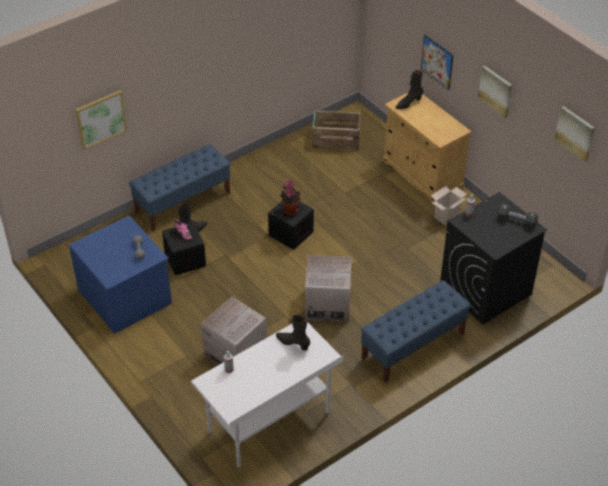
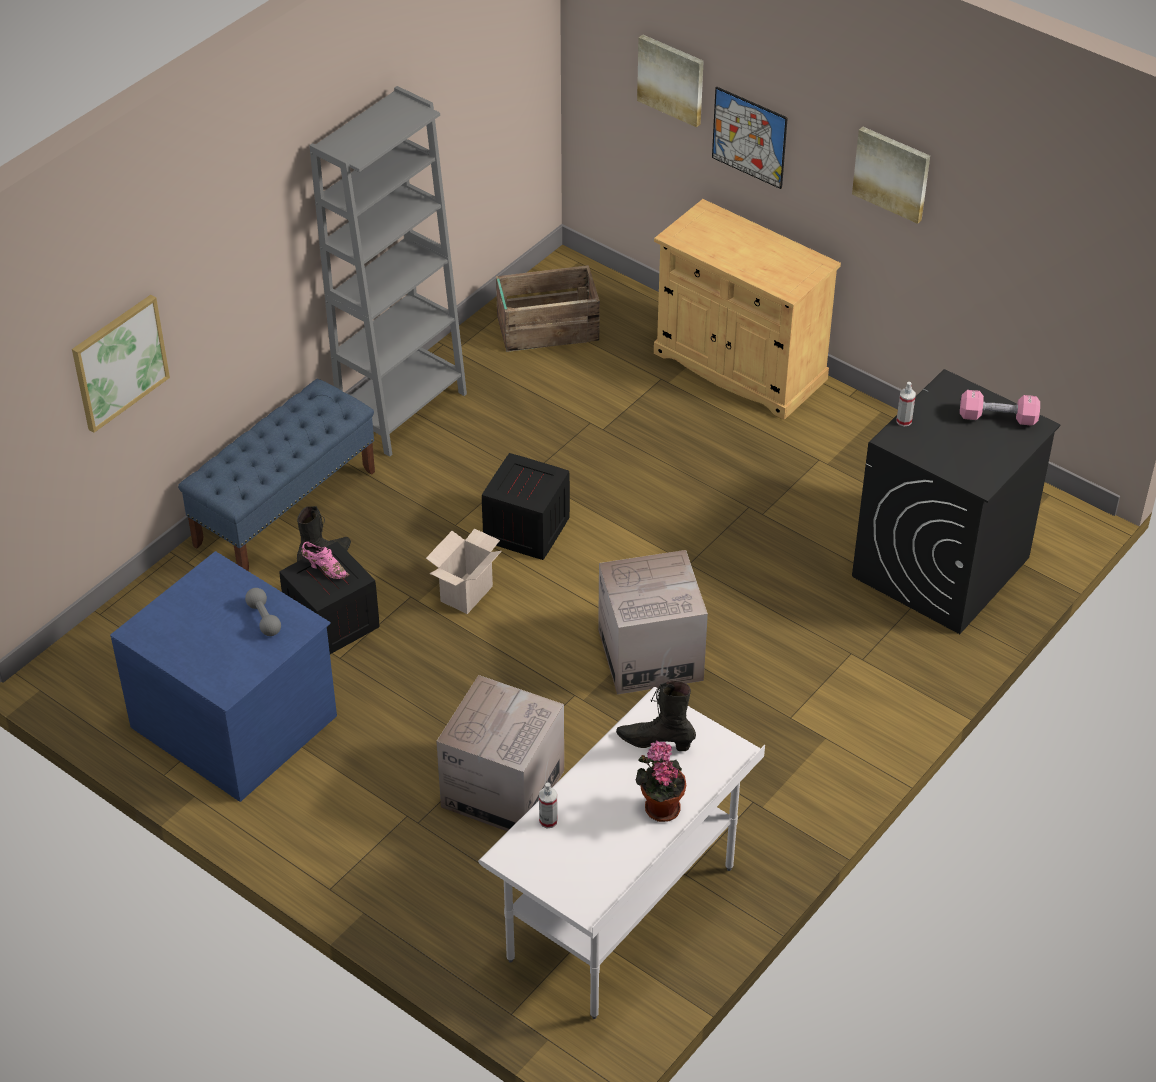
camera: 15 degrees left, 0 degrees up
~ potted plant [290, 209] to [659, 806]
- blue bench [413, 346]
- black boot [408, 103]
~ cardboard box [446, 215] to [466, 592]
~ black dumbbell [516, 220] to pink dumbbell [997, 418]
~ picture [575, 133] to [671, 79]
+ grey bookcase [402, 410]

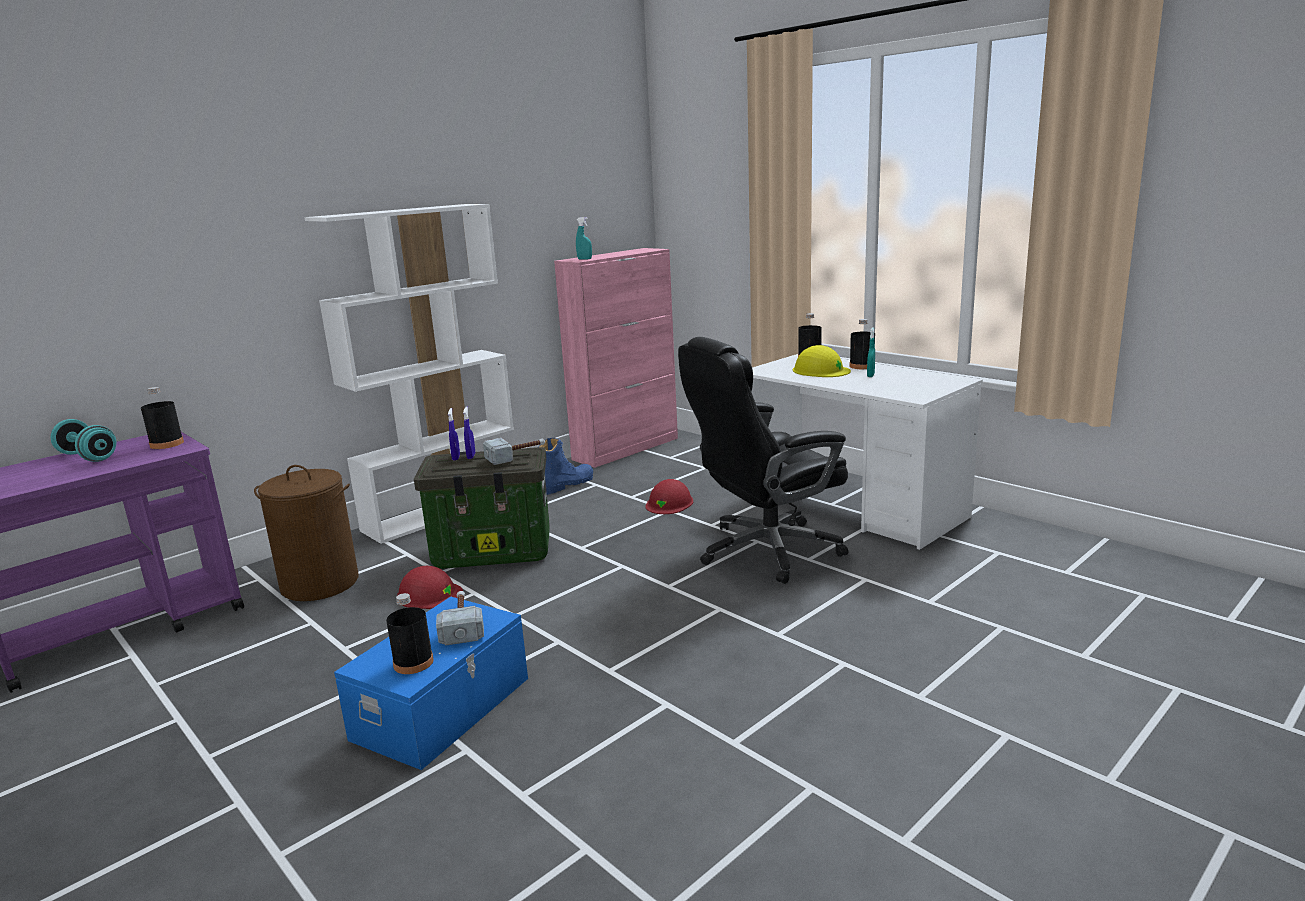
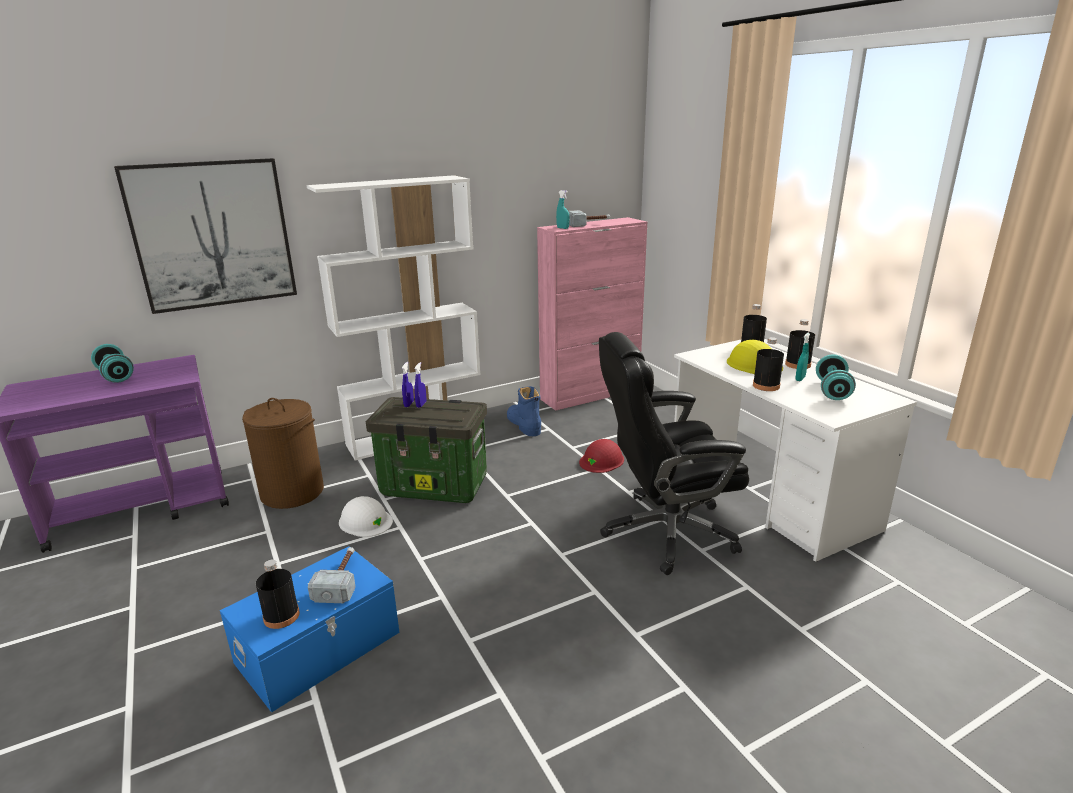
camera: 15 degrees right, 5 degrees up
~ black bottle [167, 444] to [766, 386]
~ red hard hat [429, 594] to white hard hat [365, 521]
~ hammer [516, 456] to [589, 224]
~ blue boot [566, 485] = [524, 425] 90 degrees counterclockwise
+ picture [213, 235]
+ turquoise dumbbell [832, 391]

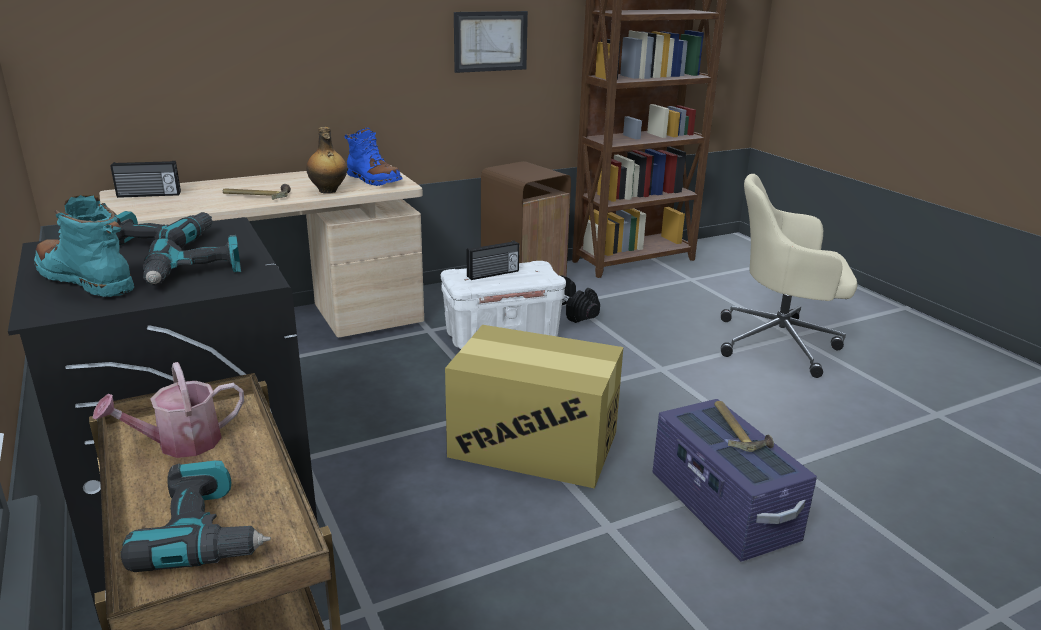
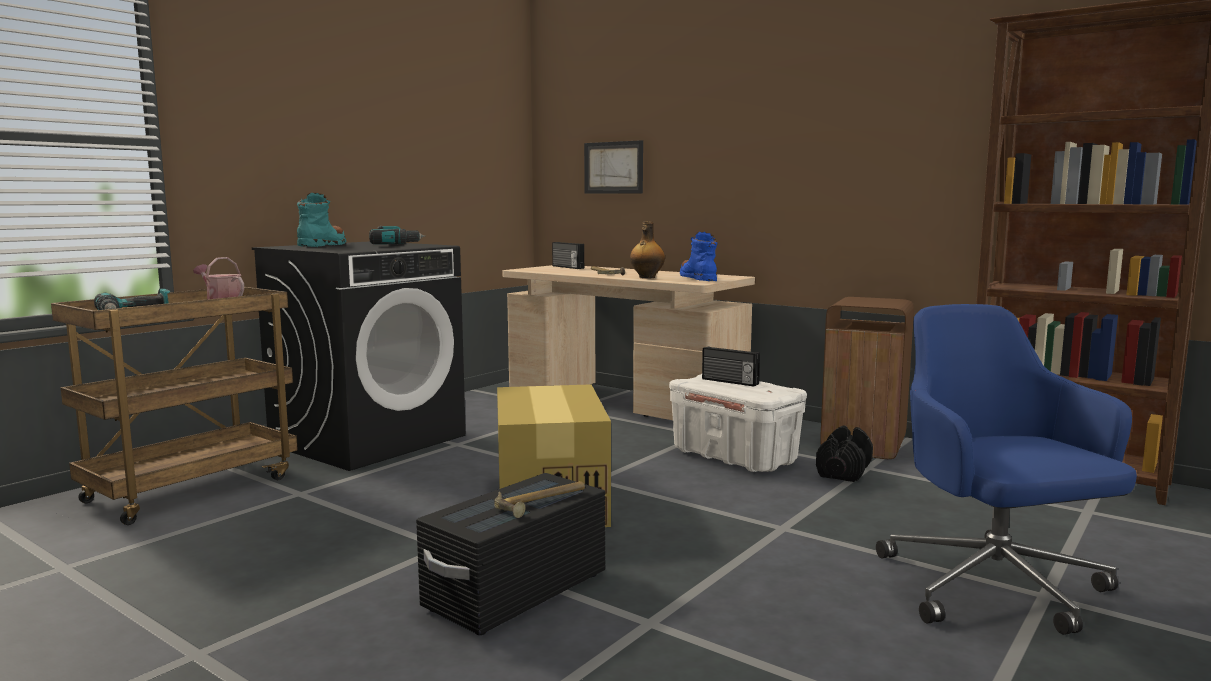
camera: 65 degrees right, 15 degrees down
- power drill [194, 275]
~ blue boot [373, 180] = [698, 279] 150 degrees clockwise
~ picture [490, 41] to [613, 167]
~ purple storage box [722, 508] to black storage box [516, 591]
~ beige office chair [780, 343] to blue office chair [994, 588]

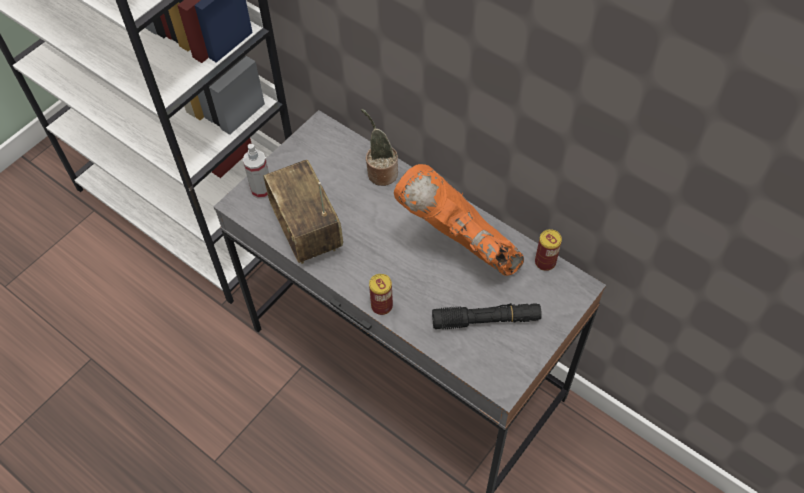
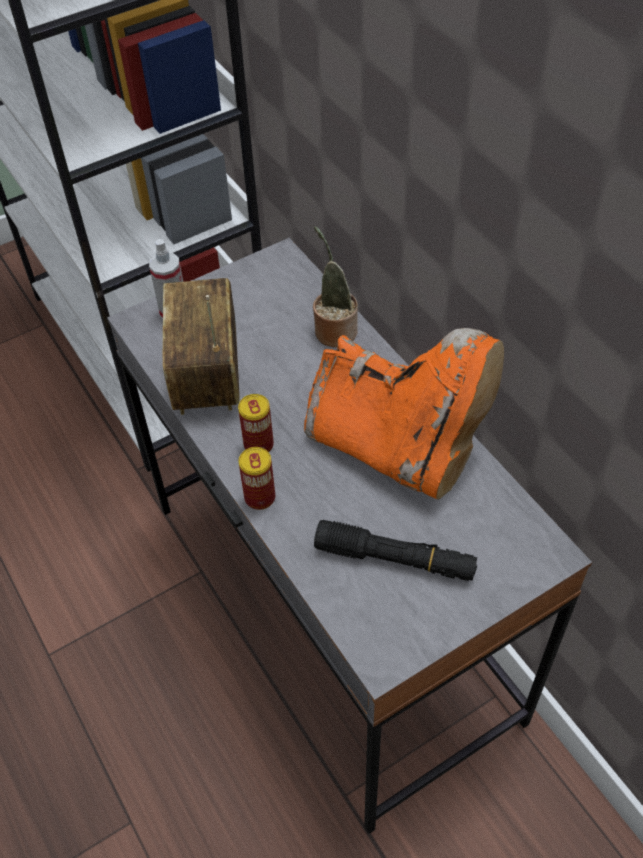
camera: 20 degrees right, 5 degrees down
~ orange boot [459, 247] = [398, 451] 150 degrees clockwise
~ can [545, 262] to [258, 445]

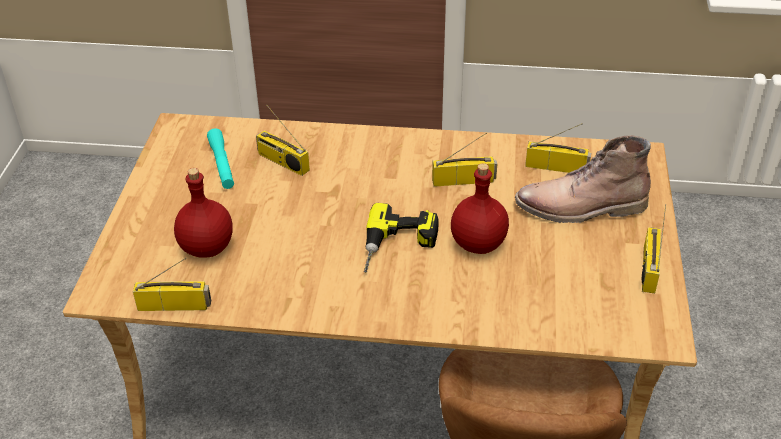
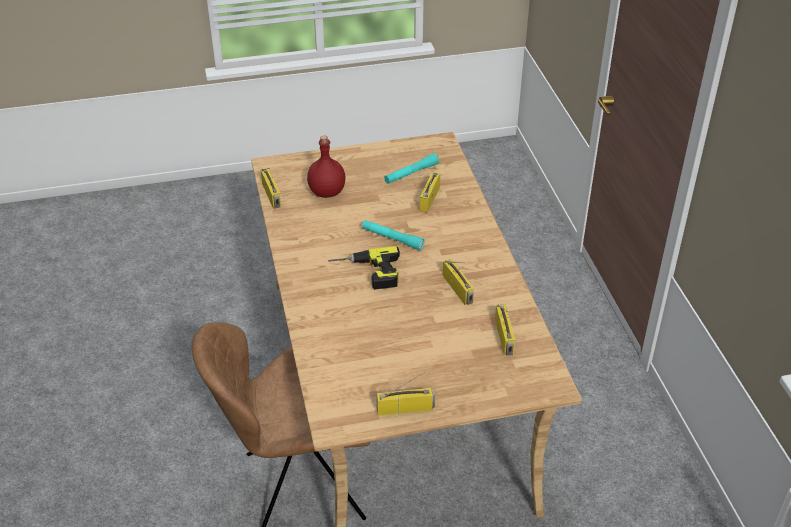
camera: 70 degrees right, 0 degrees up
- red bottle [477, 243]
- brown boot [580, 208]
+ turquoise flashlight [392, 239]

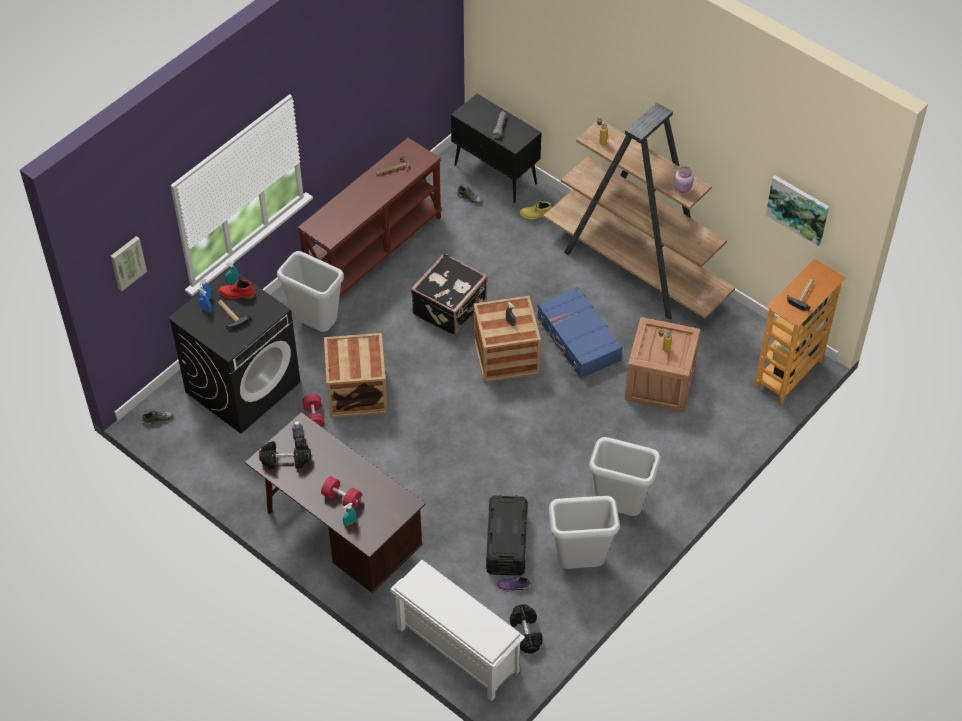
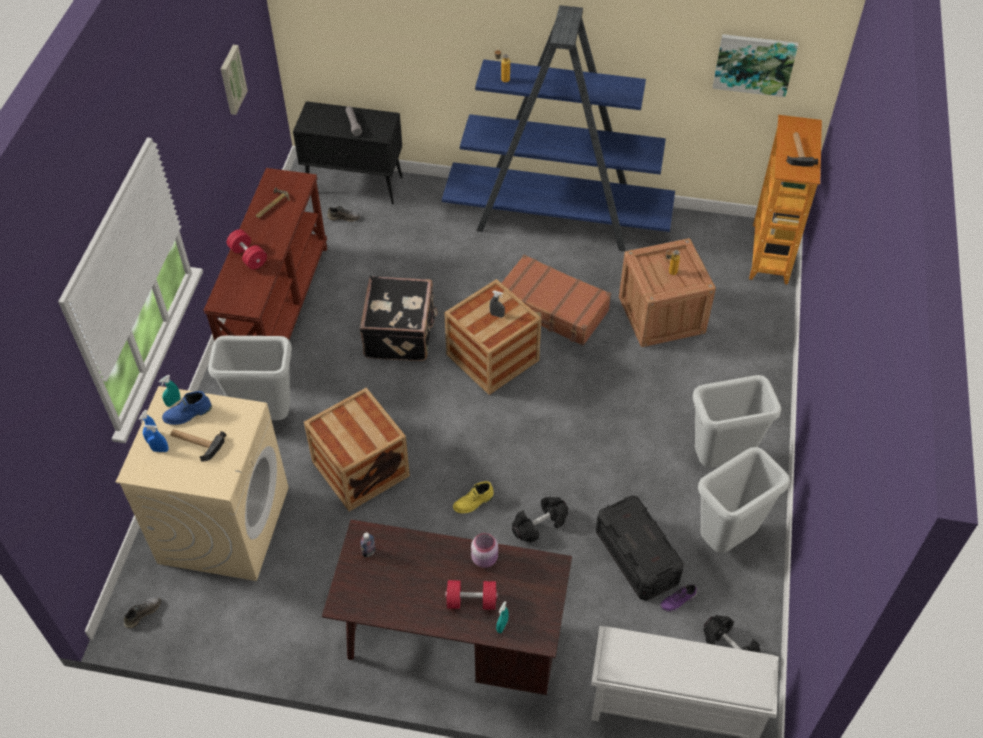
camera: 30 degrees left, 0 degrees up
~ picture [127, 262] to [231, 79]
~ black washing machine [243, 386] to beige washing machine [224, 524]
~ red boot [236, 294] to blue boot [188, 414]
~ black dumbbell [286, 460] to [539, 524]
~ red dumbbell [314, 417] to [248, 256]
~ yellow boot [535, 215] to [473, 503]
~ blue suitcase [578, 340] to brown suitcase [552, 309]
~ brown bookcase [636, 270] to blue bookcase [558, 218]
~ pink jar [683, 188] to [485, 558]

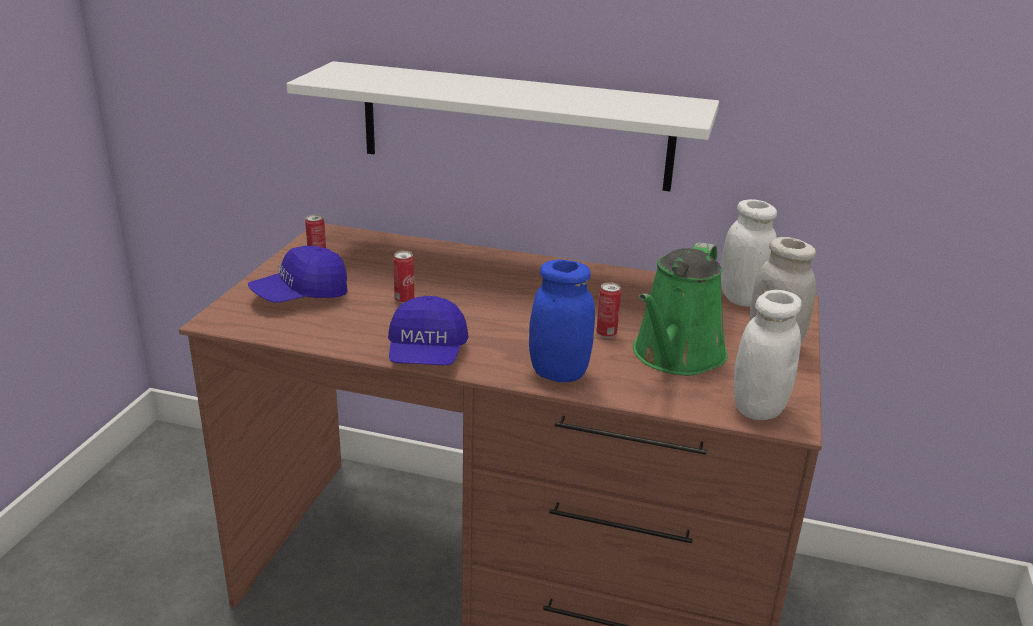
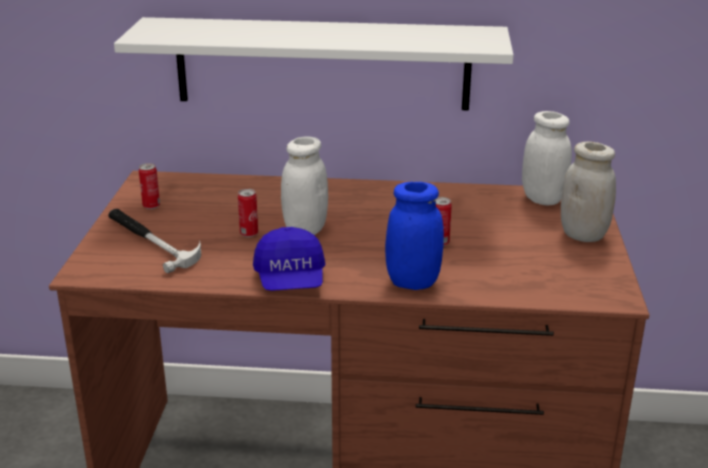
camera: 10 degrees left, 0 degrees up
~ blue cap [301, 296] to hammer [151, 241]
- green watering can [676, 356]
~ white jar [758, 408] to [305, 229]

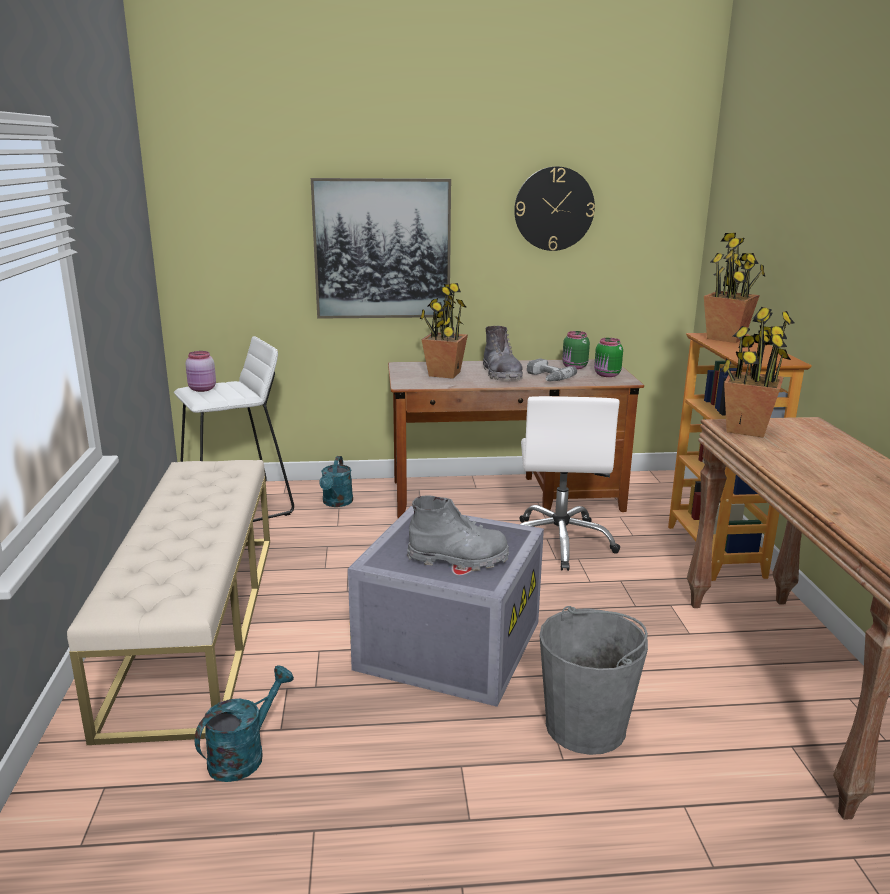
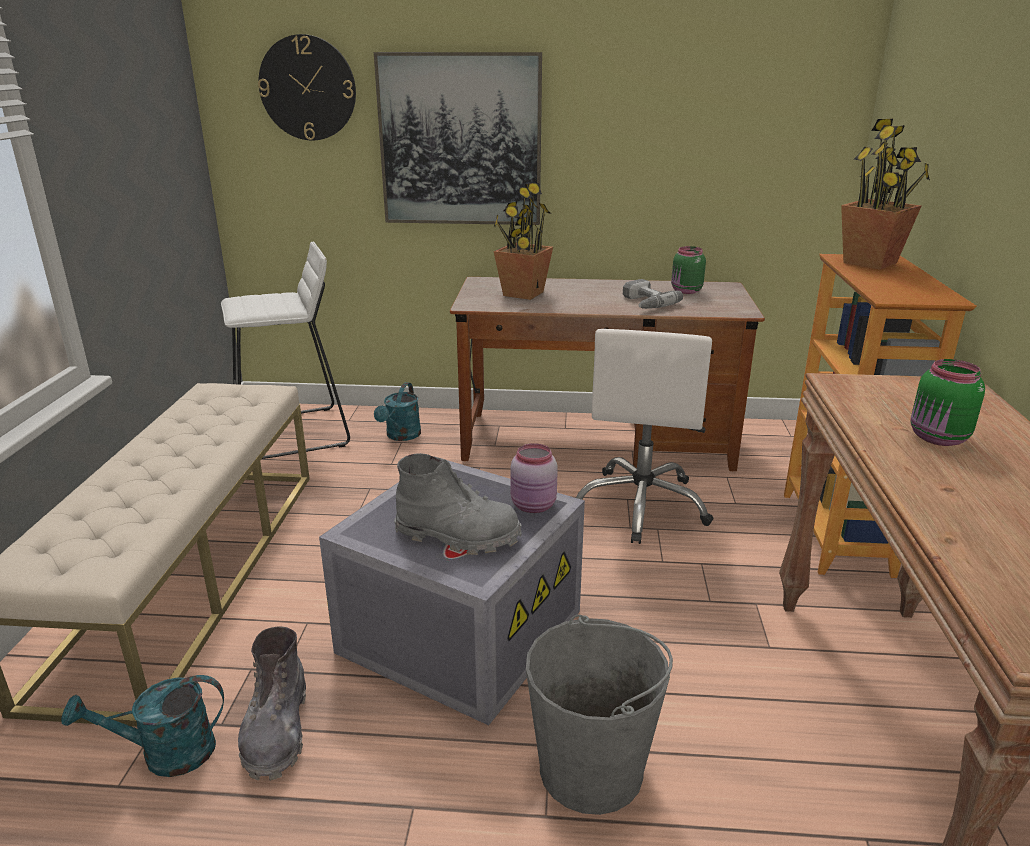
camera: 10 degrees right, 5 degrees up
~ pink jar [202, 389] to [534, 506]
~ turquoise watering can [244, 754] = [165, 754] 150 degrees counterclockwise
~ grey boot [501, 374] to [277, 730]
~ wall clock [554, 209] to [308, 88]
~ green jar [607, 375] to [938, 438]
- potted plant [746, 429]

